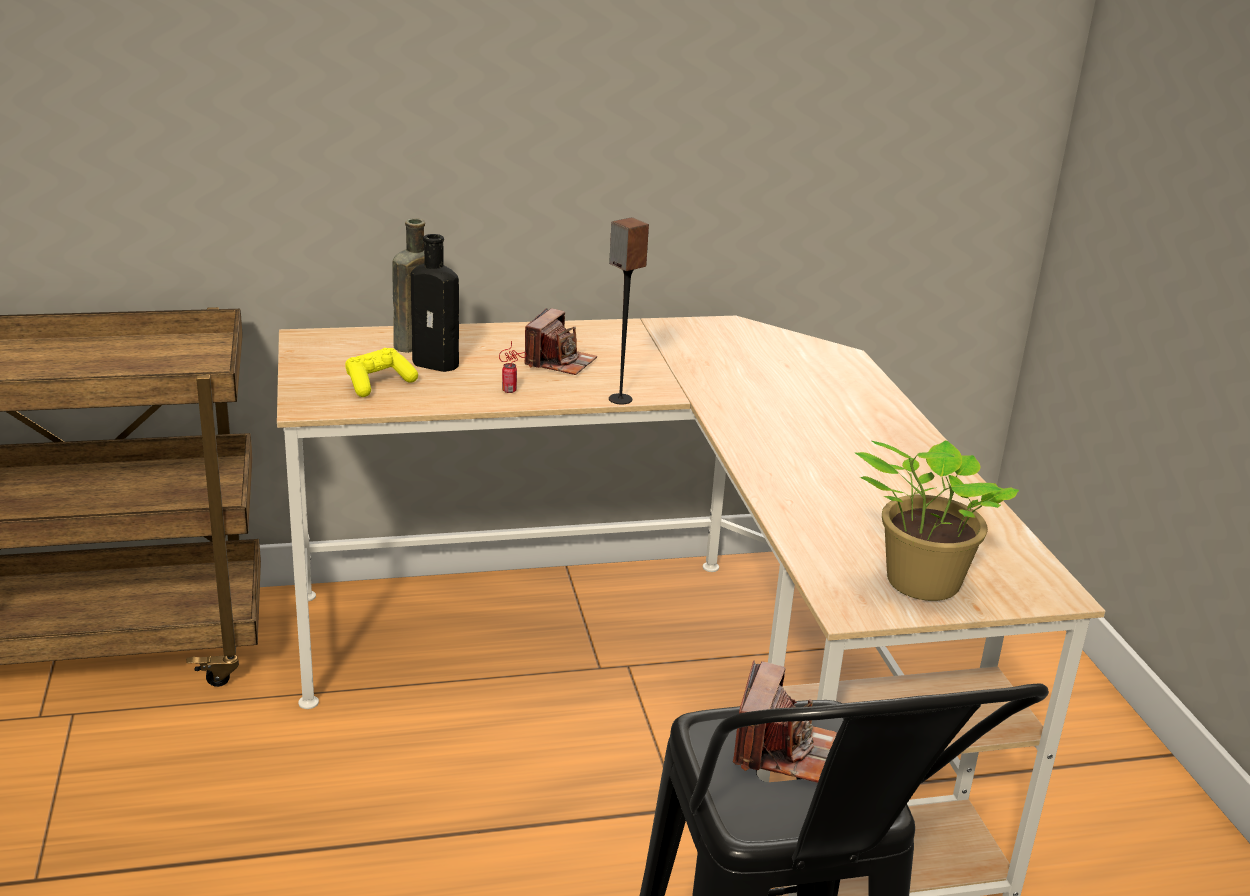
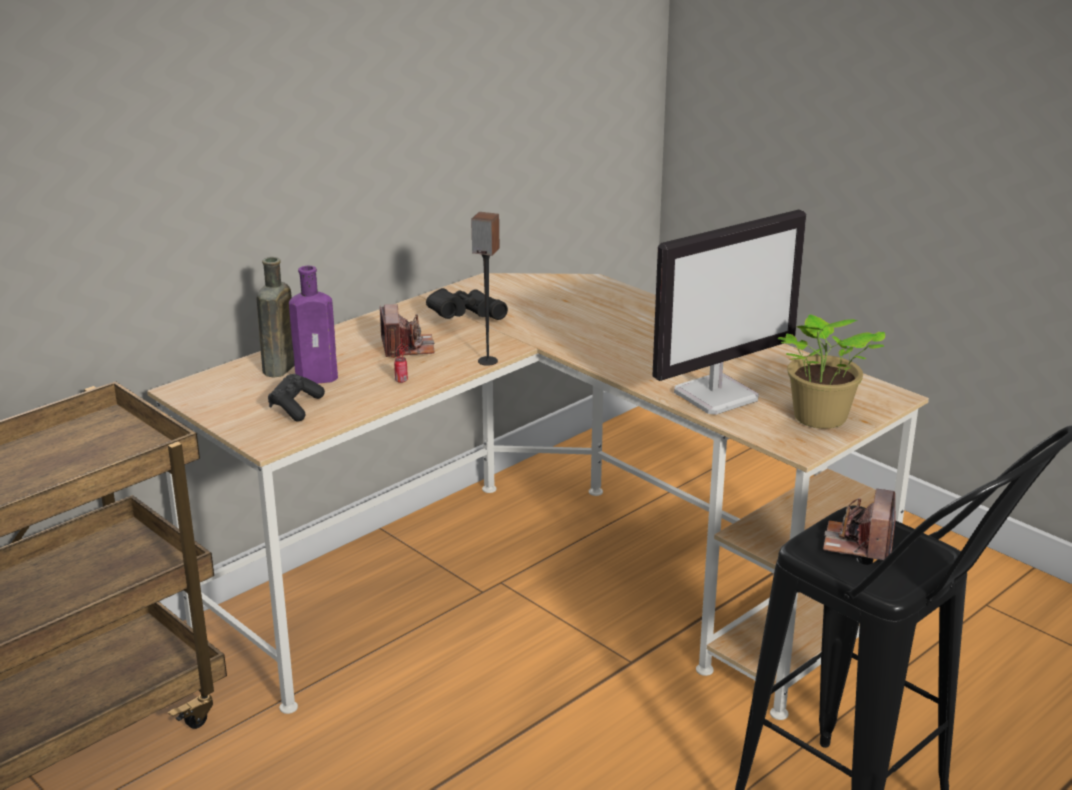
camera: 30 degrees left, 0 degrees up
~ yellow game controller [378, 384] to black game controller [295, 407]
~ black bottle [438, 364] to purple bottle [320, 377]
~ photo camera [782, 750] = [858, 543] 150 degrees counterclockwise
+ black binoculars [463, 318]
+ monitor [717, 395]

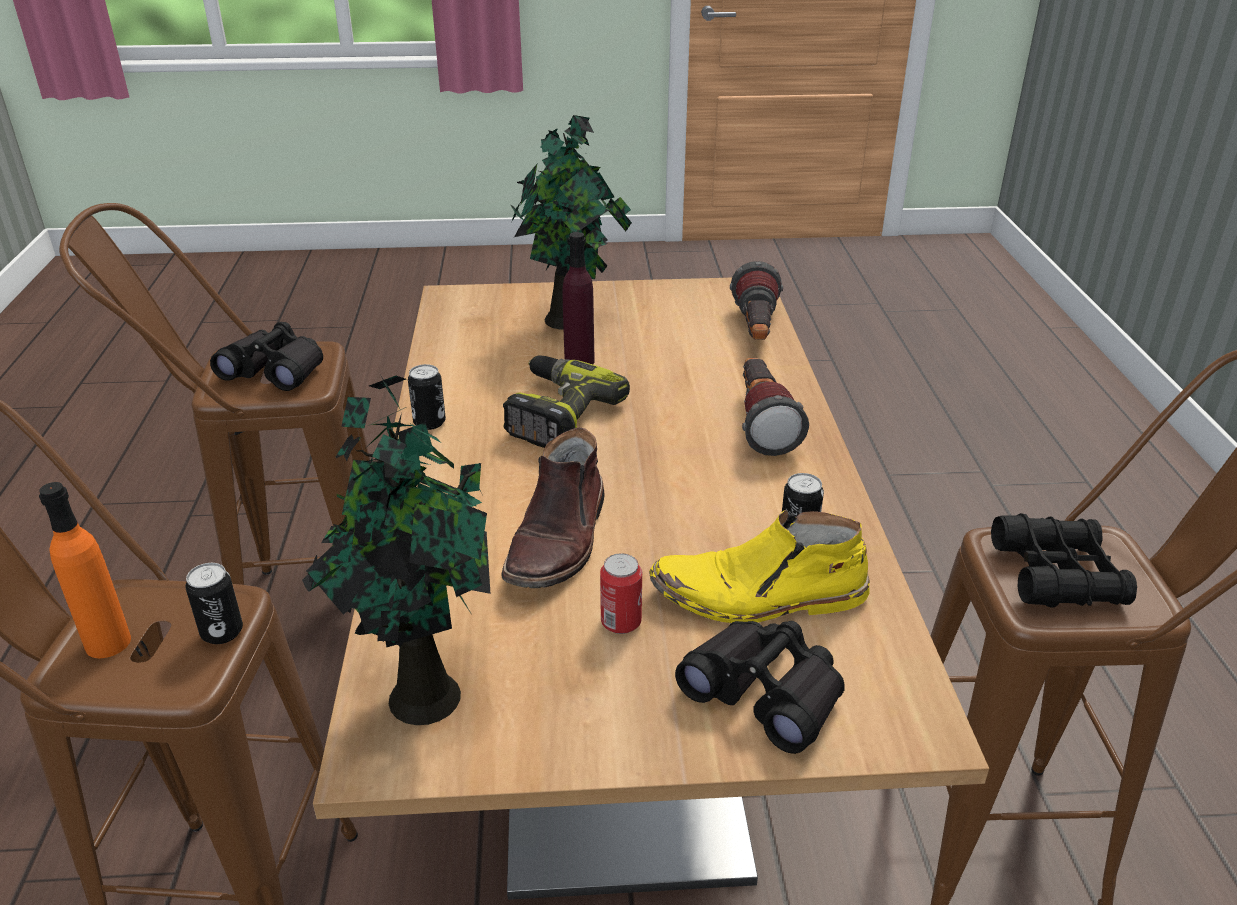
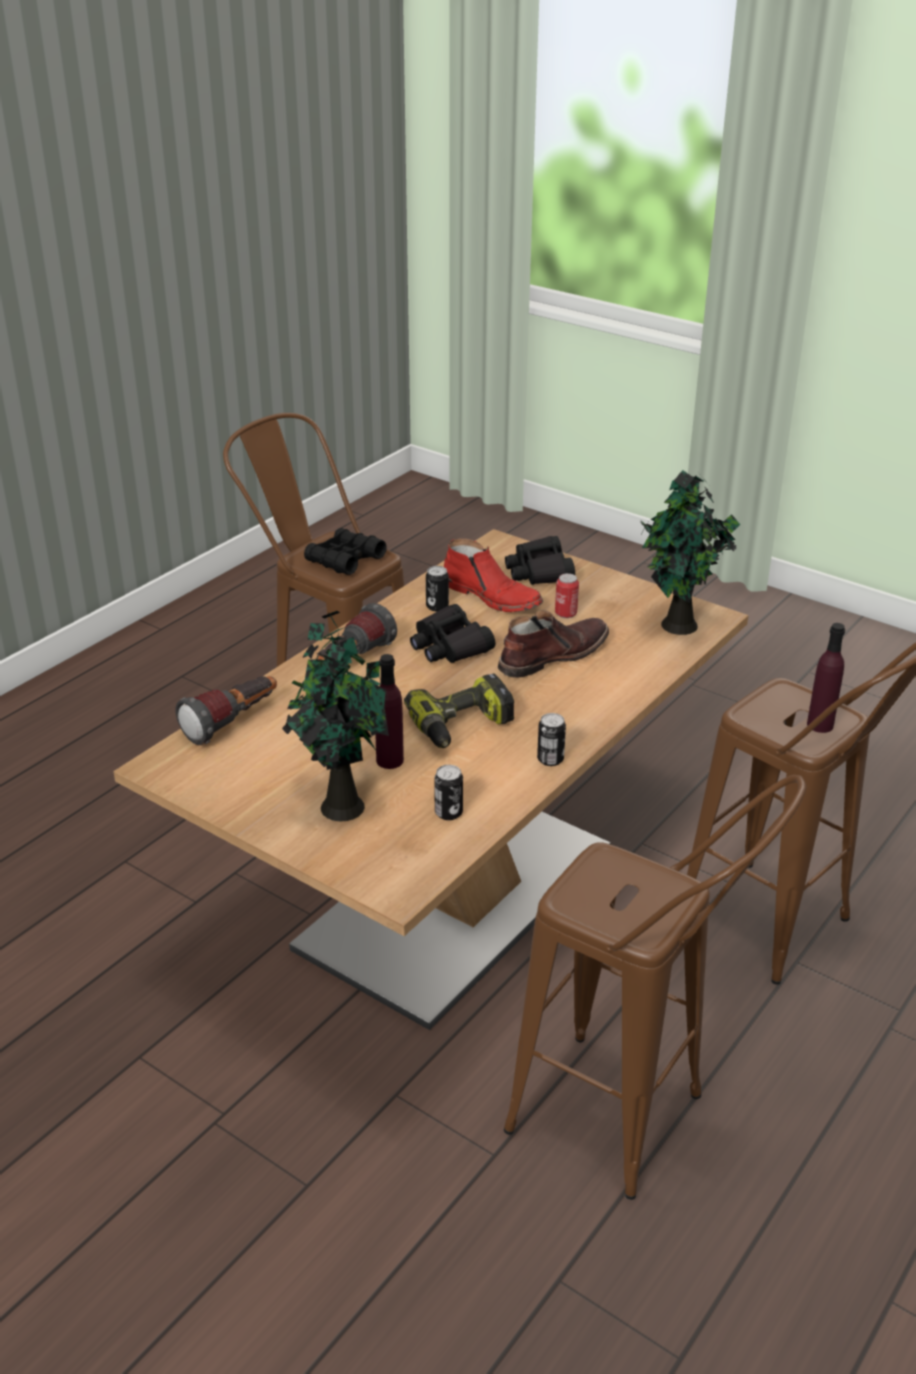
camera: 140 degrees left, 0 degrees up
~ orange bottle [108, 643] to purple bottle [820, 725]
~ can [222, 632] to [448, 813]
~ black binoculars [275, 371] to [449, 646]
~ yellow boot [759, 597] to red boot [492, 596]

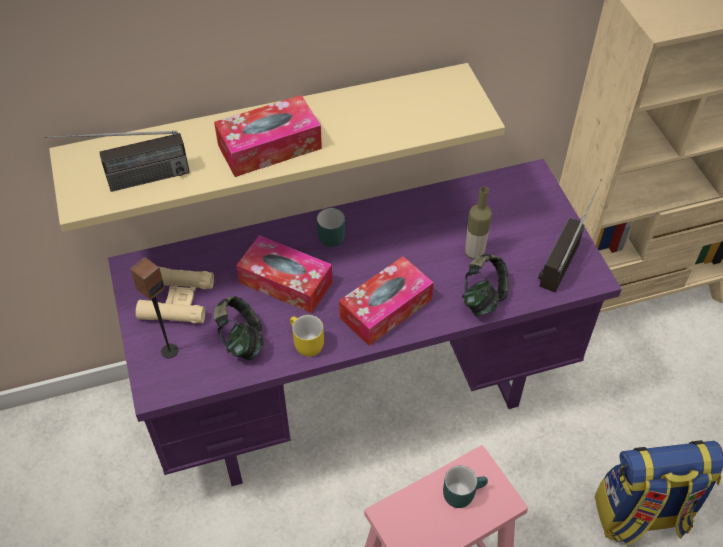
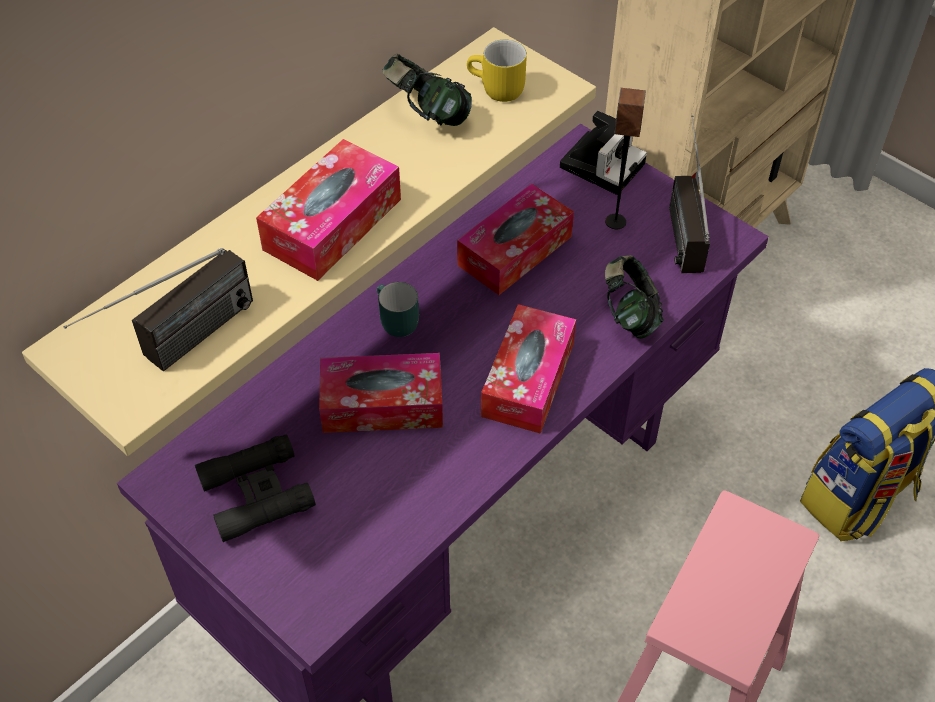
camera: 30 degrees left, 0 degrees up
~ speaker [169, 350] to [615, 221]
~ beige binoculars [177, 300] to black binoculars [256, 493]
~ headphones [241, 340] to [427, 114]
~ yellow mug [304, 344] to [496, 90]
- turquoise mug [462, 492]
- bottle [474, 253]
+ tissue box [514, 251]
+ photo camera [602, 163]

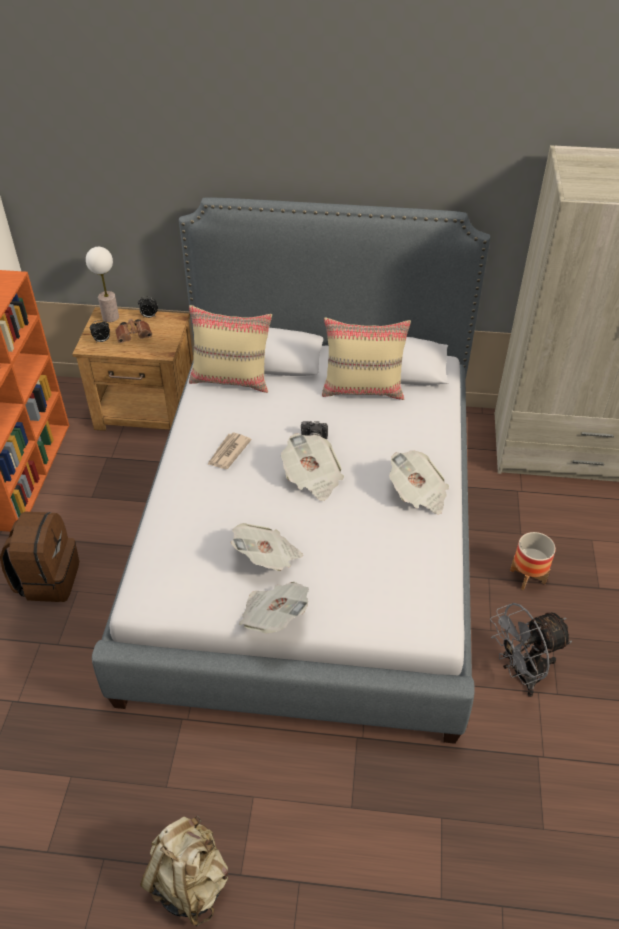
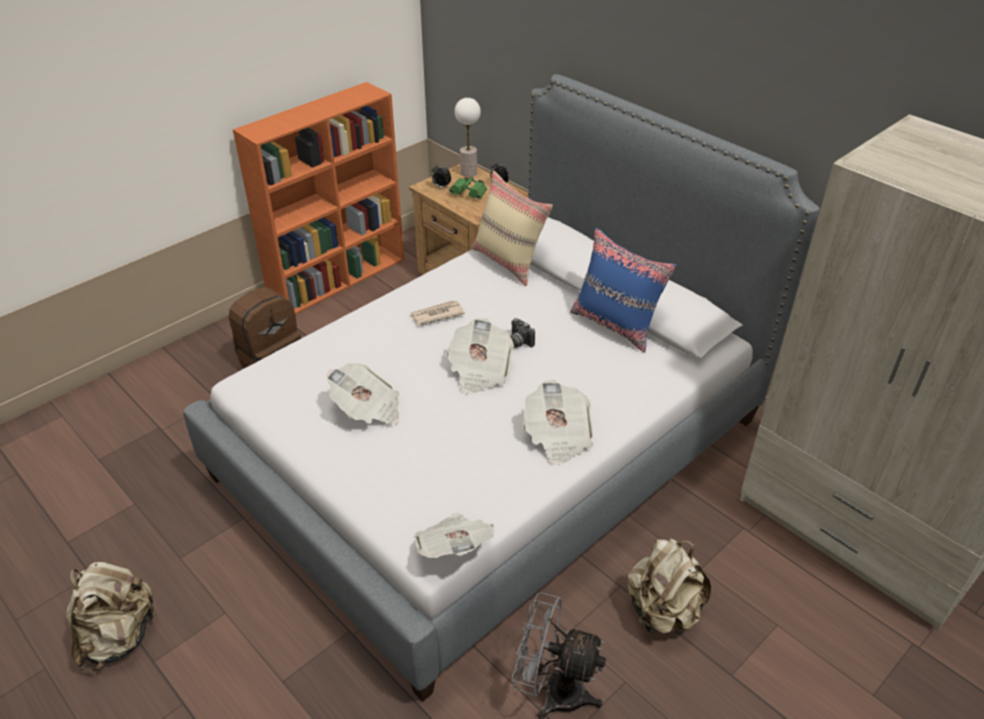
camera: 40 degrees right, 5 degrees down
~ brown binoculars [135, 336] to green binoculars [469, 194]
~ newspaper [273, 617] to [454, 548]
~ beige pillow [363, 389] to blue pillow [616, 325]
~ planter [527, 576] to beige backpack [662, 611]

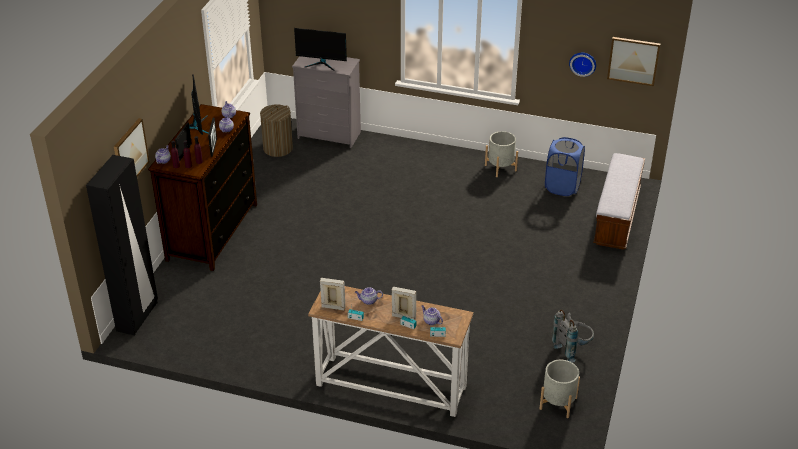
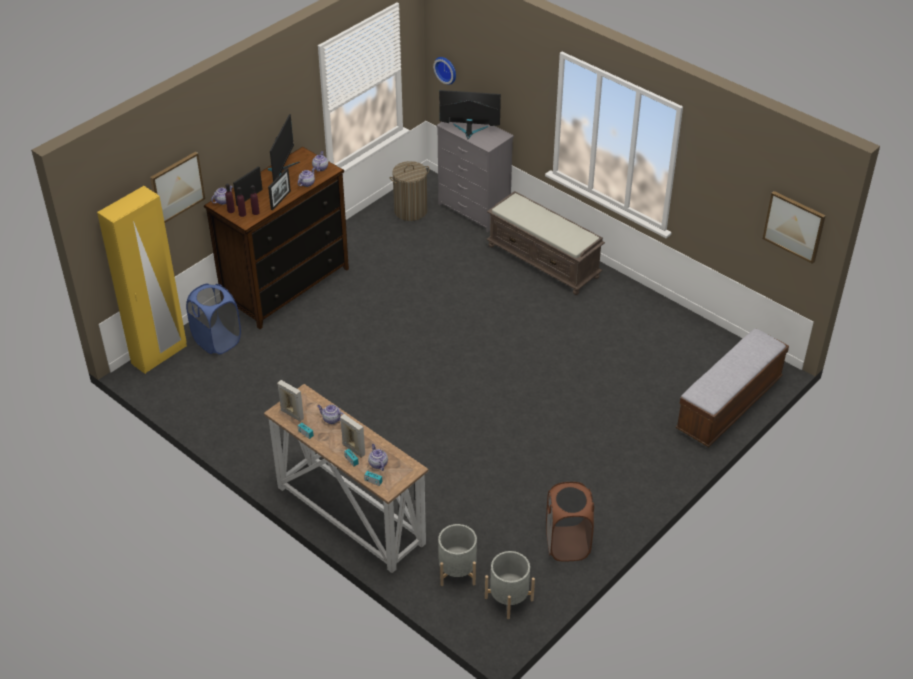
camera: 25 degrees right, 5 degrees up
~ black wardrobe [137, 317] to yellow wardrobe [159, 355]
~ monitor [322, 64] = [469, 131] 150 degrees clockwise
~ grey planter [500, 168] to [457, 571]
~ blue laundry basket [562, 187] to [217, 341]
~ grey backpack [572, 349] to brown laundry basket [567, 544]
~ wall clock [583, 63] to [446, 69]
+ brown bench [544, 261]

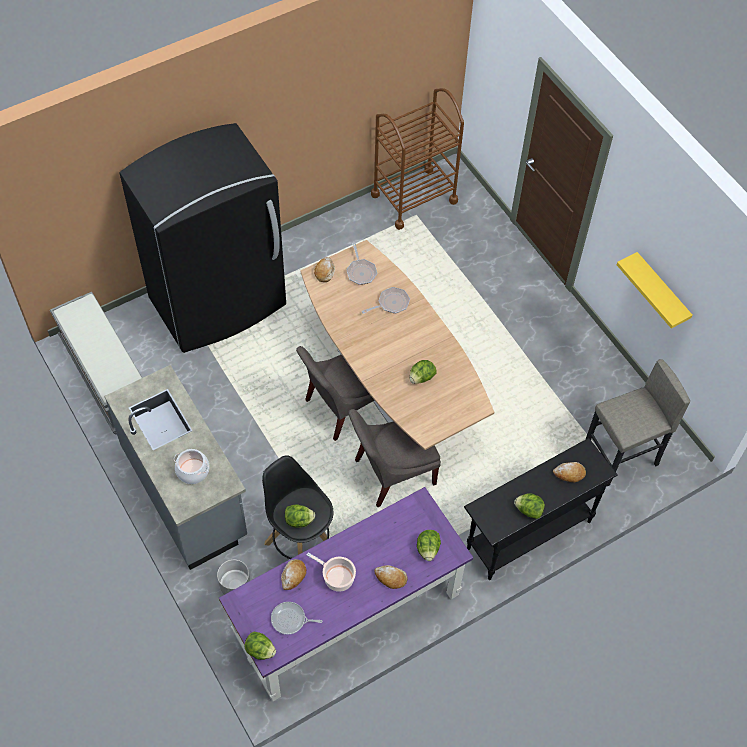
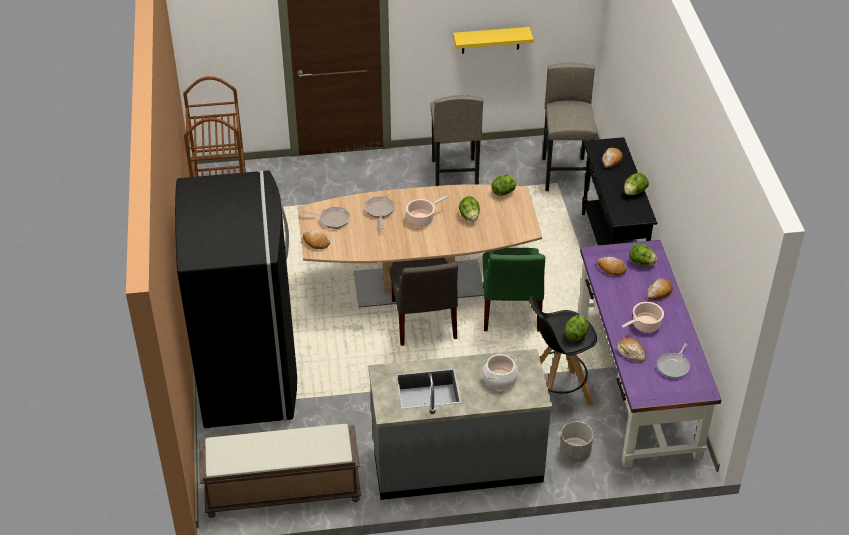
camera: 65 degrees left, 15 degrees down
~ grey bench [106, 377] to brown bench [281, 491]
~ lettuce [260, 650] to [504, 192]
~ grey chair [391, 473] to green chair [510, 312]
+ cooking pot [422, 219]
+ grey stool [454, 176]
+ bread [611, 269]

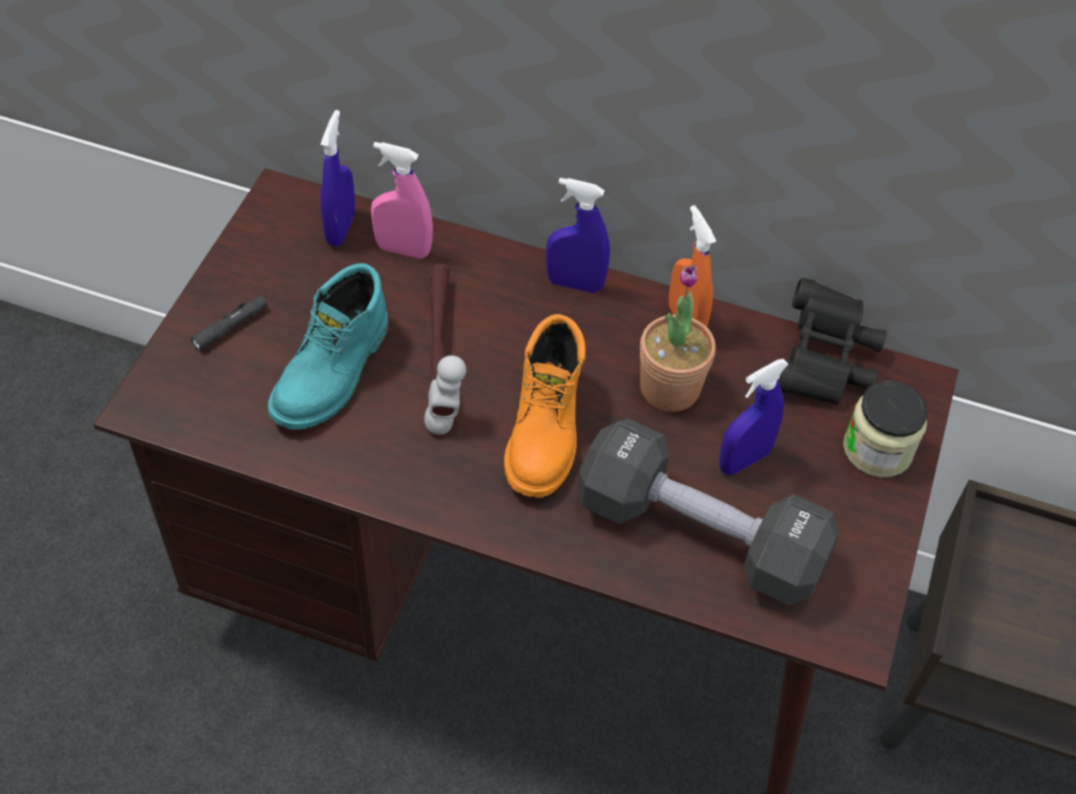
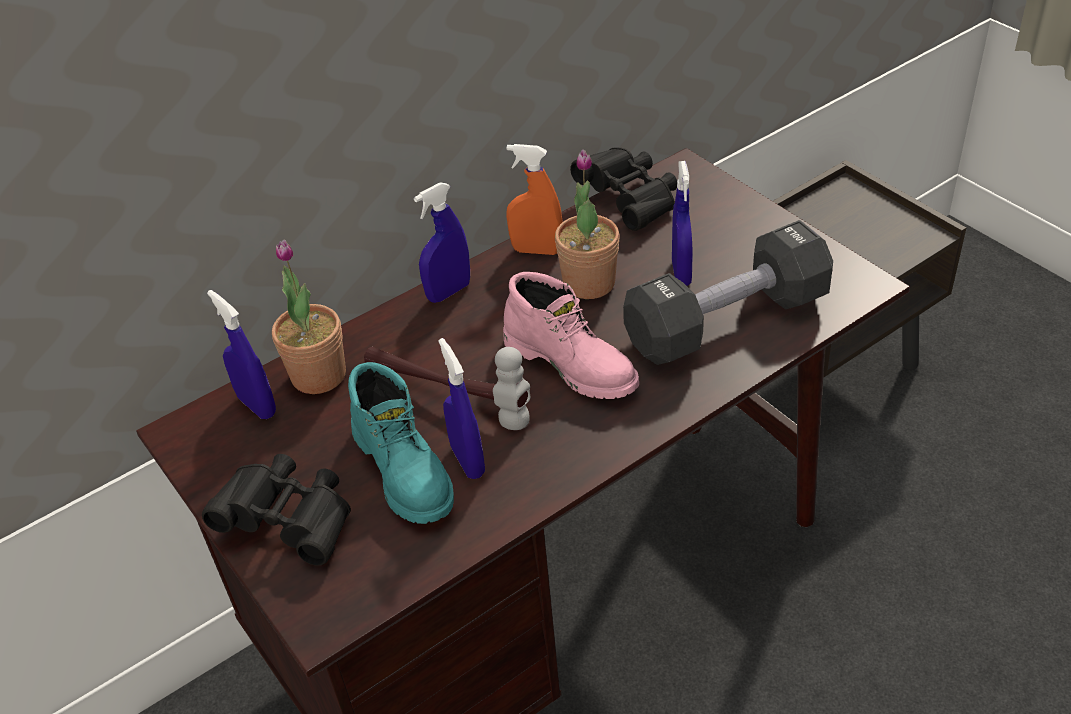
camera: 50 degrees left, 10 degrees down
~ black flashlight [230, 327] to black binoculars [291, 522]
~ pink spray bottle [403, 249] to potted plant [318, 375]
~ orange boot [546, 431] to pink boot [572, 364]
- jar [877, 449]
+ blue spray bottle [467, 461]

